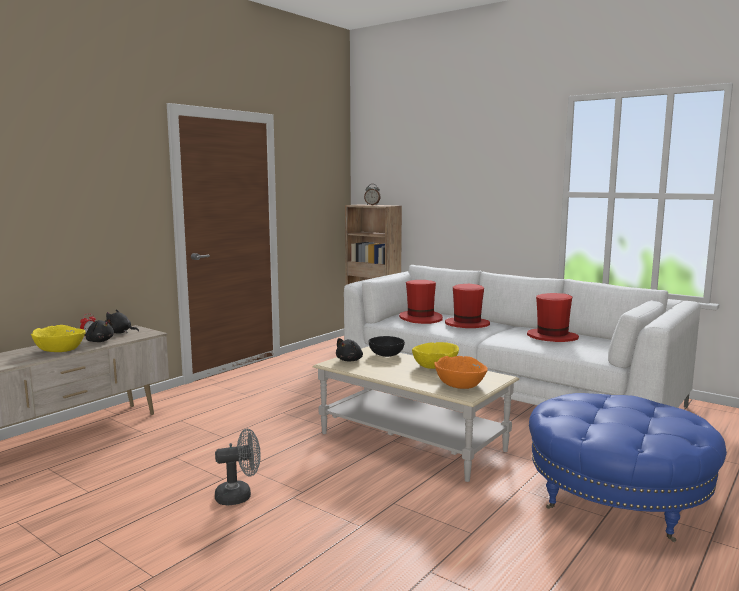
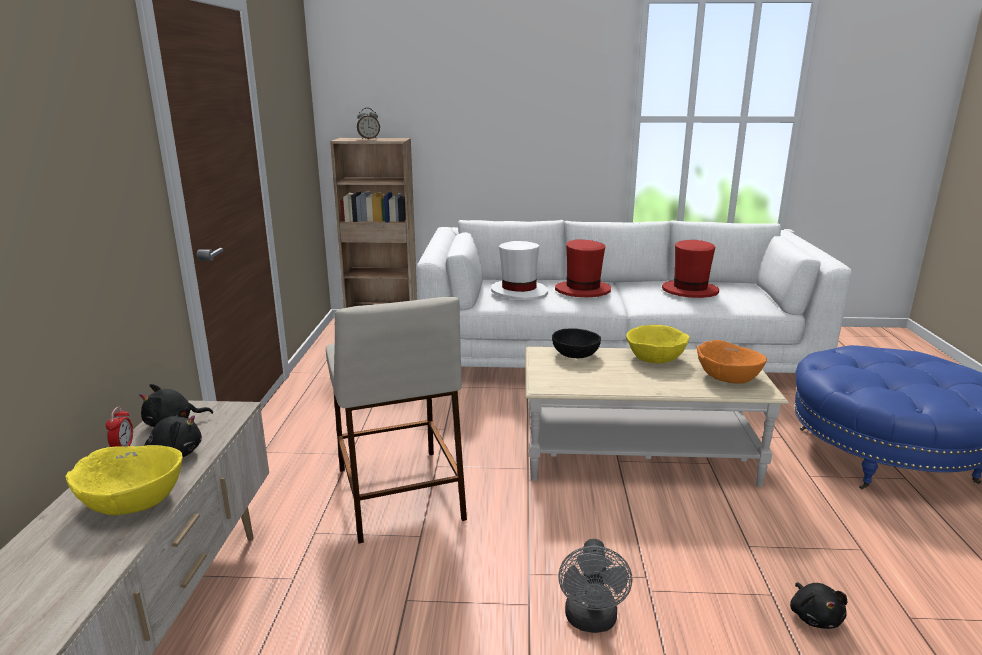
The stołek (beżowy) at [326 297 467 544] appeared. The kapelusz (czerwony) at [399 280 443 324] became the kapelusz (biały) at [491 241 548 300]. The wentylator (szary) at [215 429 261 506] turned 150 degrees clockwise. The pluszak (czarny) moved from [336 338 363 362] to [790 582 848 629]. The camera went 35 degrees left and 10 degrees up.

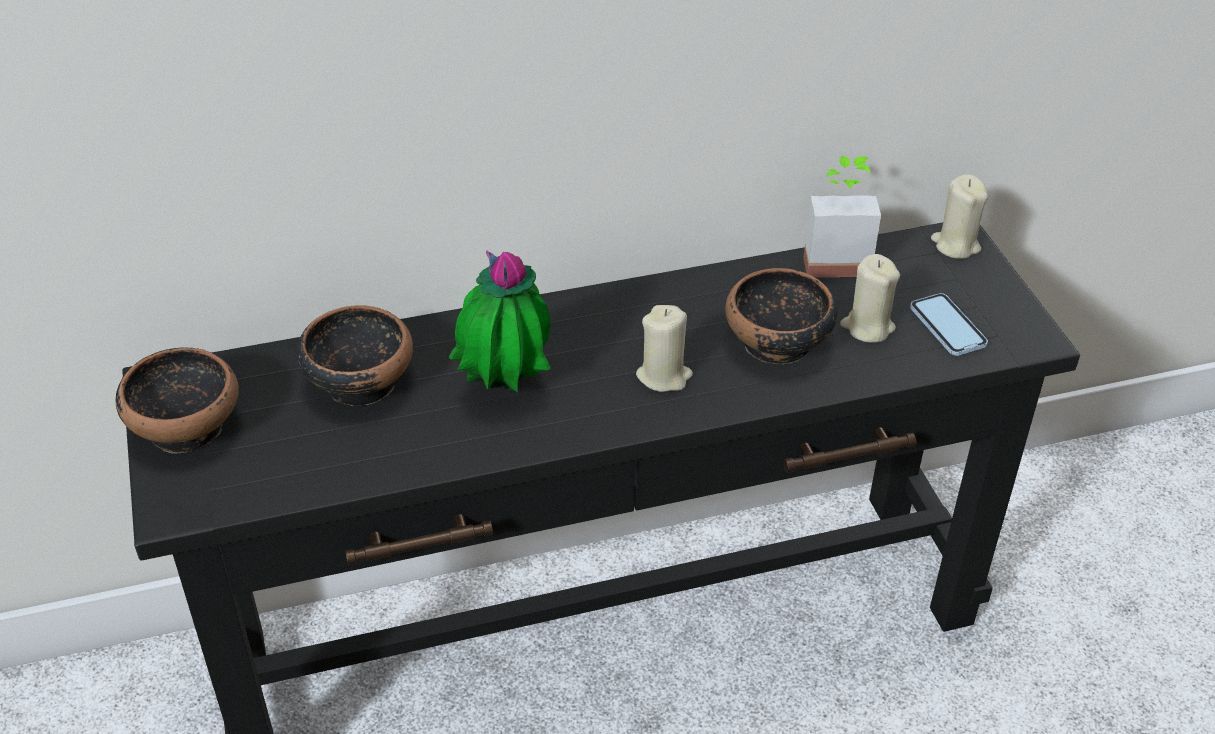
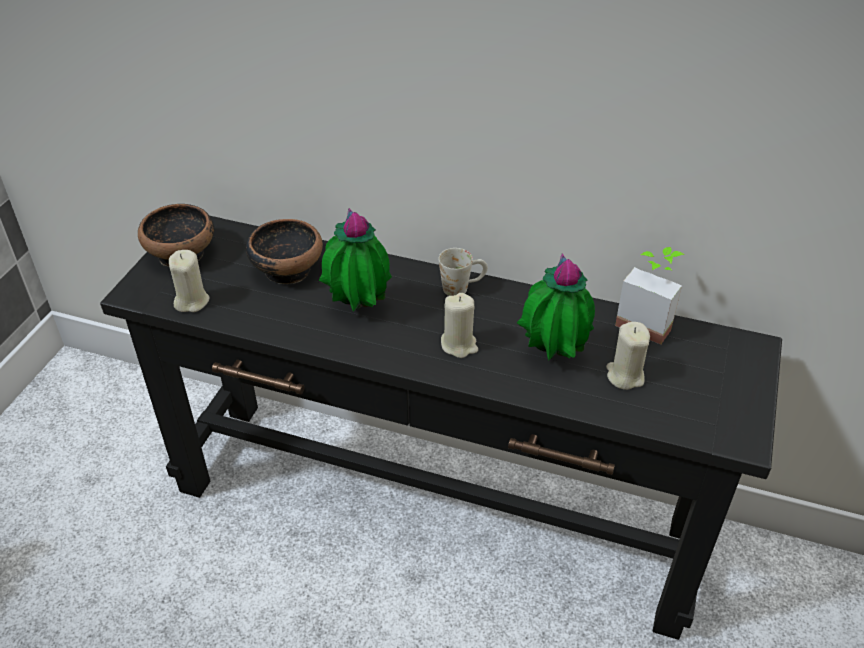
The świeca (beżowy) moved from [931 175 988 259] to [169 250 209 312]. The kubek (biały) at [438 248 488 296] appeared. The miska at [725 268 838 365] was replaced by the roślina doniczkowa at [517 254 595 361]. The telefon at [910 293 988 356] disappeared. The camera went 35 degrees right and 0 degrees up.

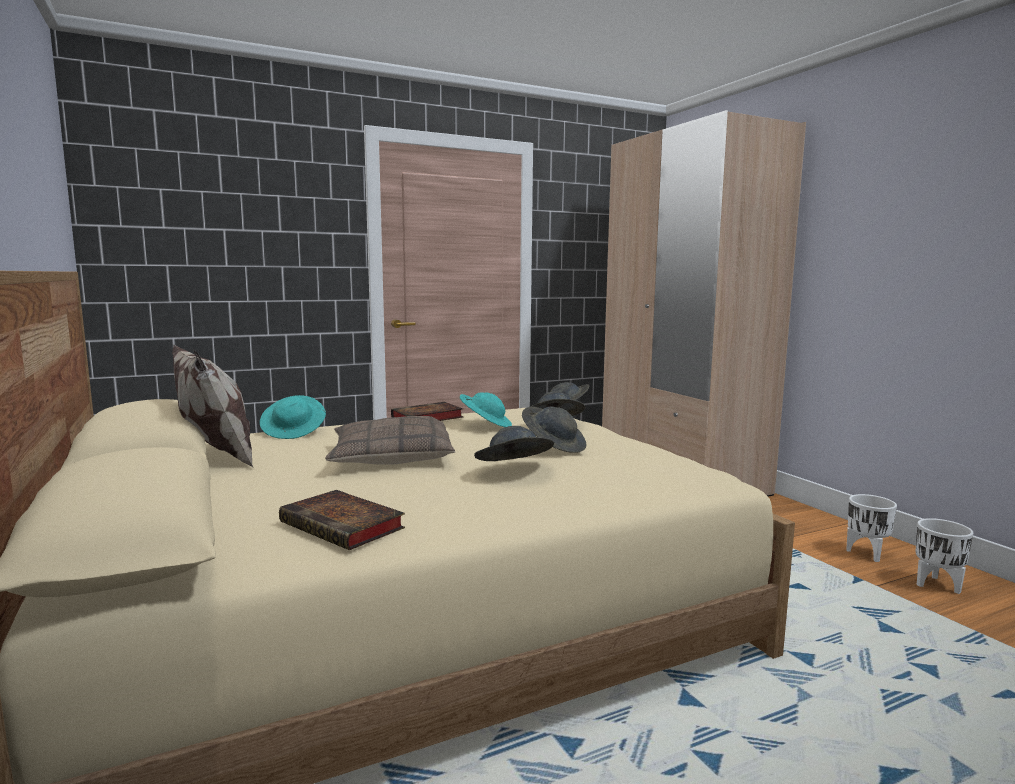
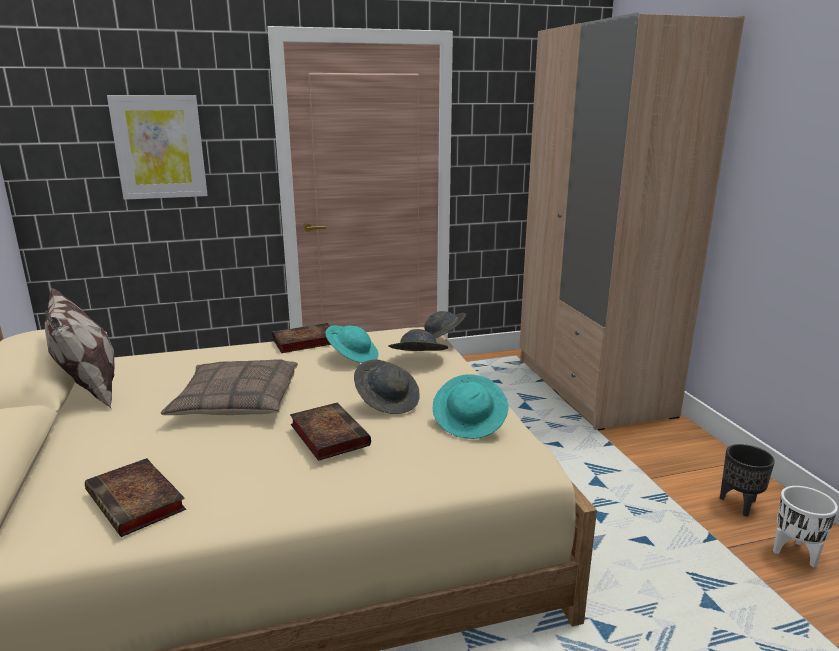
The obraz at [107 95 208 200] appeared. The kapelusz (szary) at [474 426 554 461] was replaced by the książka at [290 402 371 461]. The kapelusz (turkusowy) moved from [260 395 326 439] to [432 374 509 439]. The donica (biały) at [846 494 897 562] became the donica (czarny) at [720 444 775 516]. The camera went 10 degrees right and 10 degrees up.

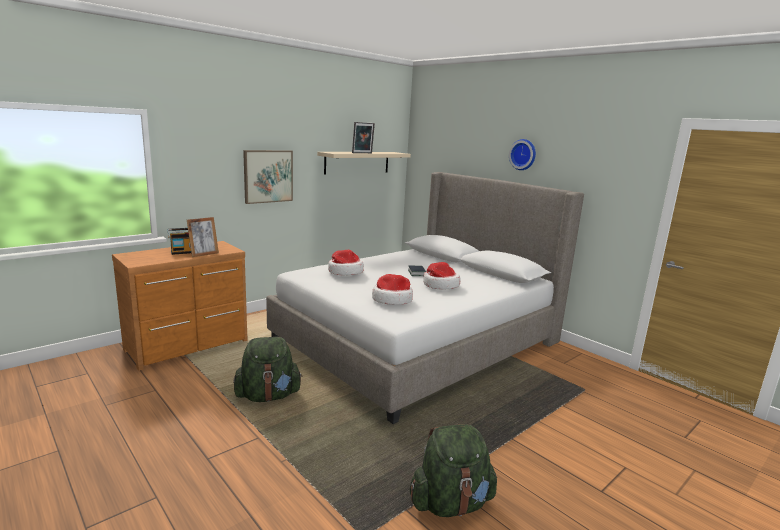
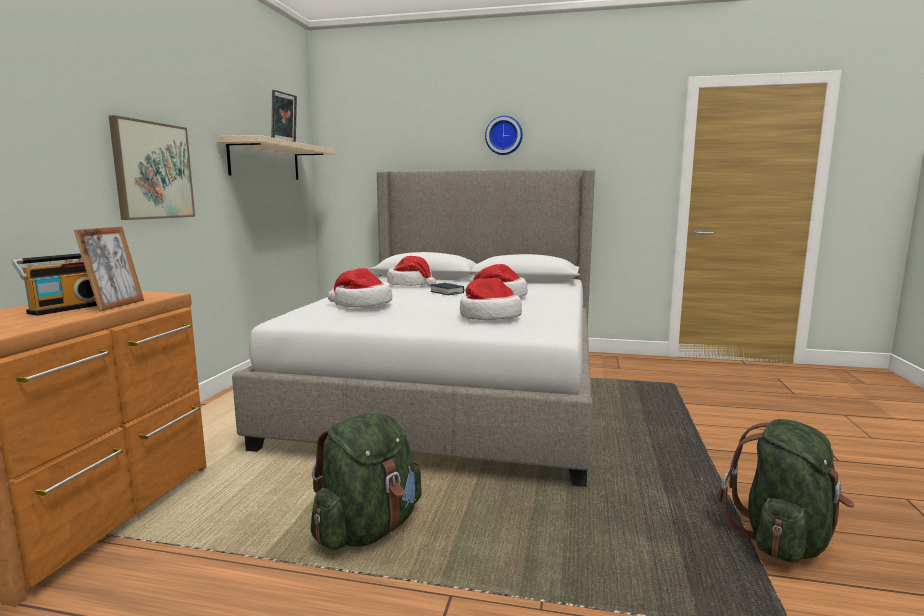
The kapelusz at [387 256 436 287] appeared. The camera went 35 degrees left and 5 degrees down.

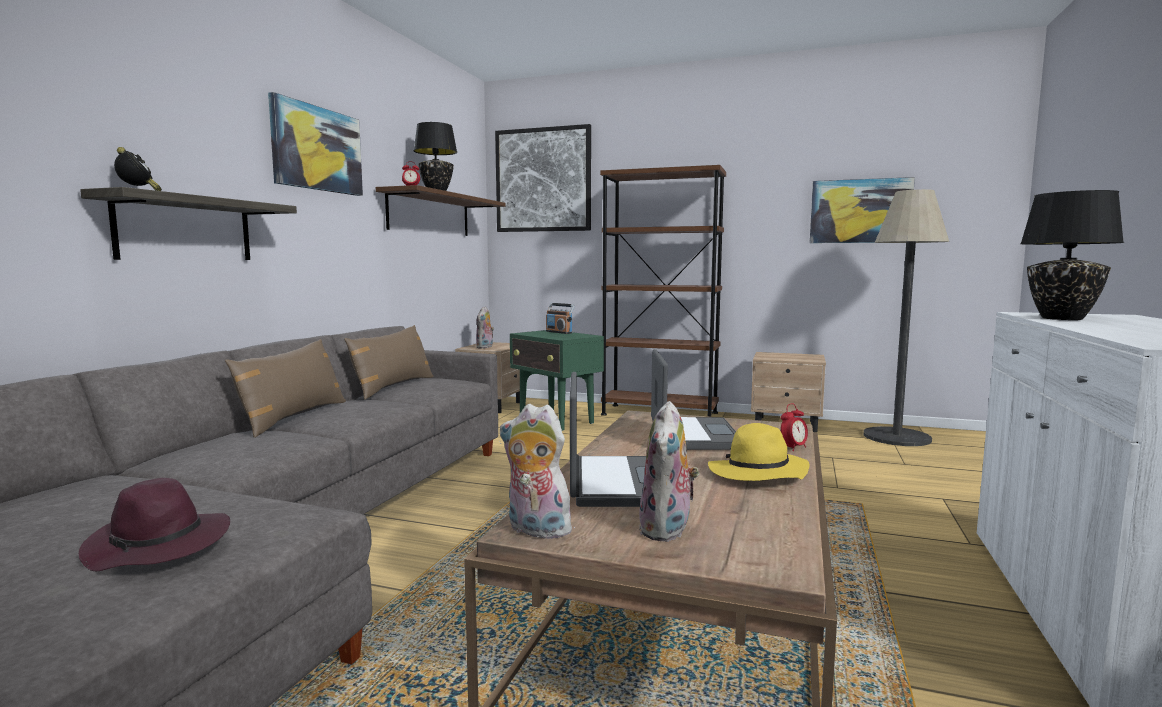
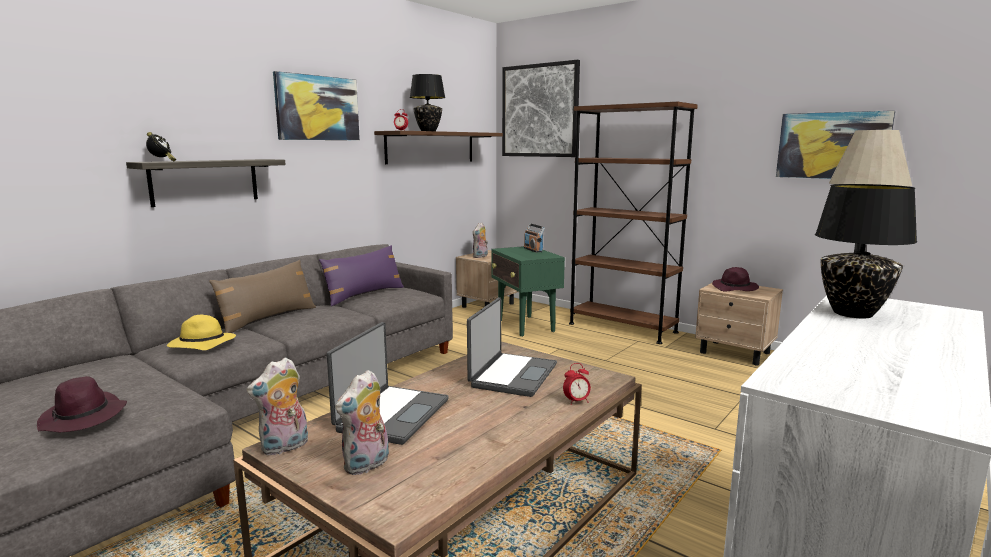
The kapelusz (żółty) moved from [708 423 810 481] to [167 315 236 350]. The pluszak at [500 404 577 539] turned 90 degrees counterclockwise. The poduszka (brązowy) at [344 325 434 400] became the poduszka (fioletowy) at [319 245 404 307]. The kapelusz (fioletowy) at [712 267 759 291] appeared. The camera went 20 degrees right and 5 degrees up.

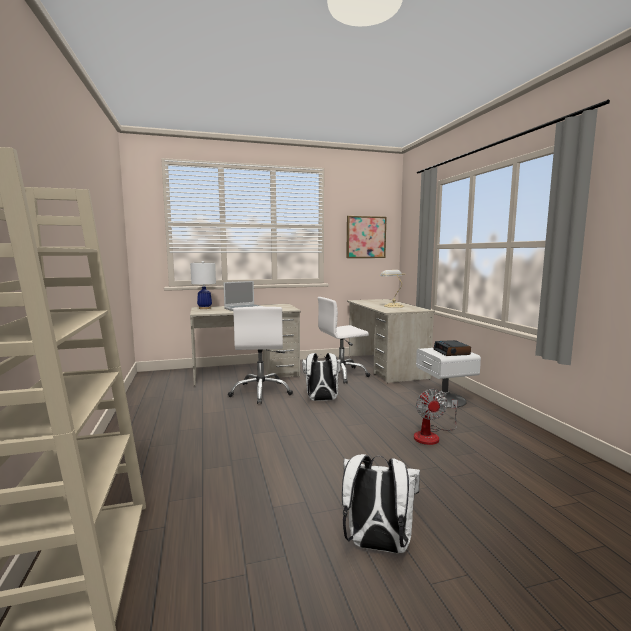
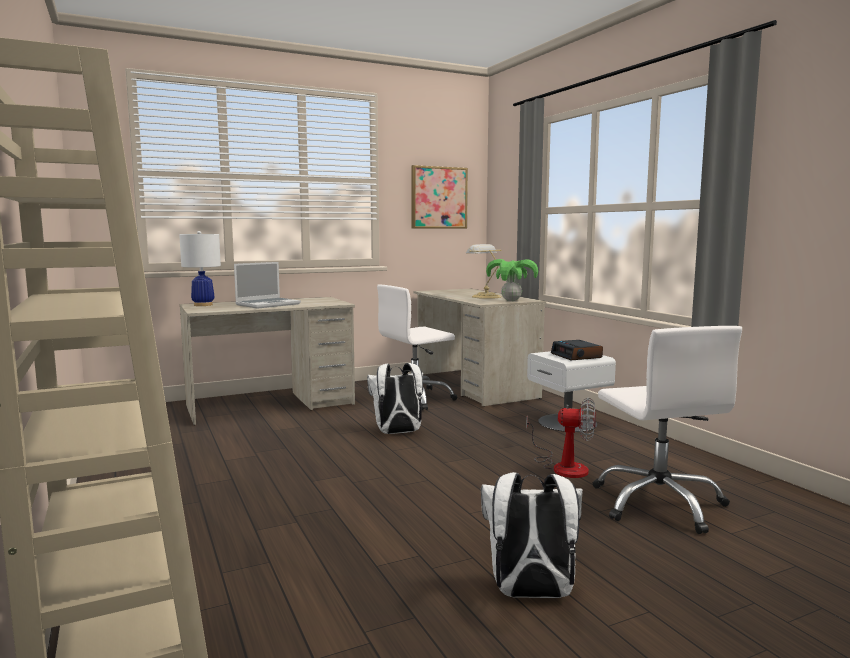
The roślina doniczkowa at [486 259 538 301] appeared. The wentylator at [414 389 457 445] turned 60 degrees counterclockwise. The krzesło biurowe (biały) moved from [228 307 293 404] to [593 326 742 534]. The camera went 10 degrees left and 0 degrees up.

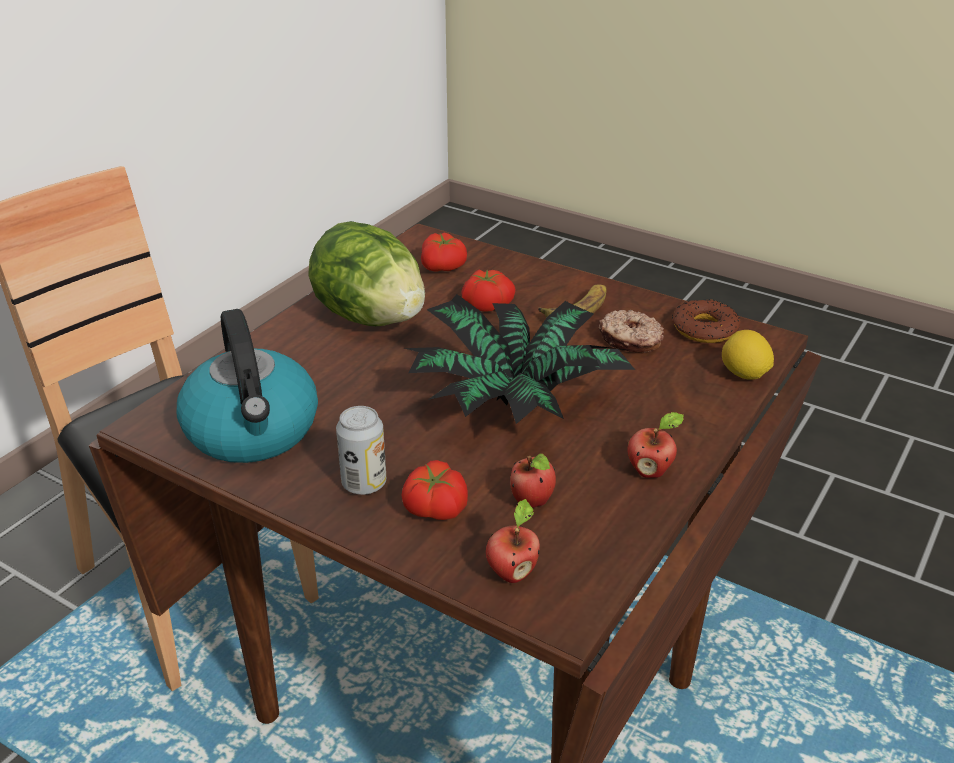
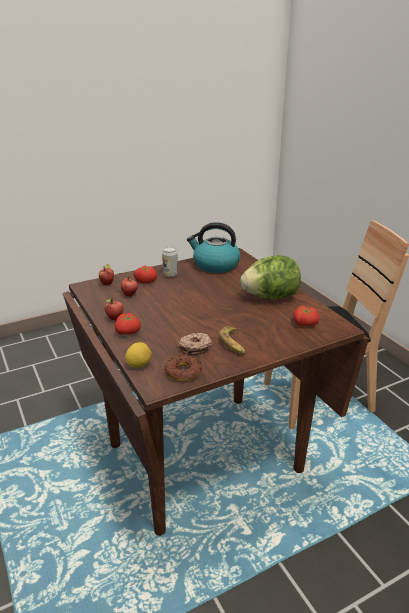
The pomidor moved from [461 270 516 312] to [115 313 141 335]. The roślina doniczkowa at [404 294 635 424] disappeared. The camera went 120 degrees right and 5 degrees down.

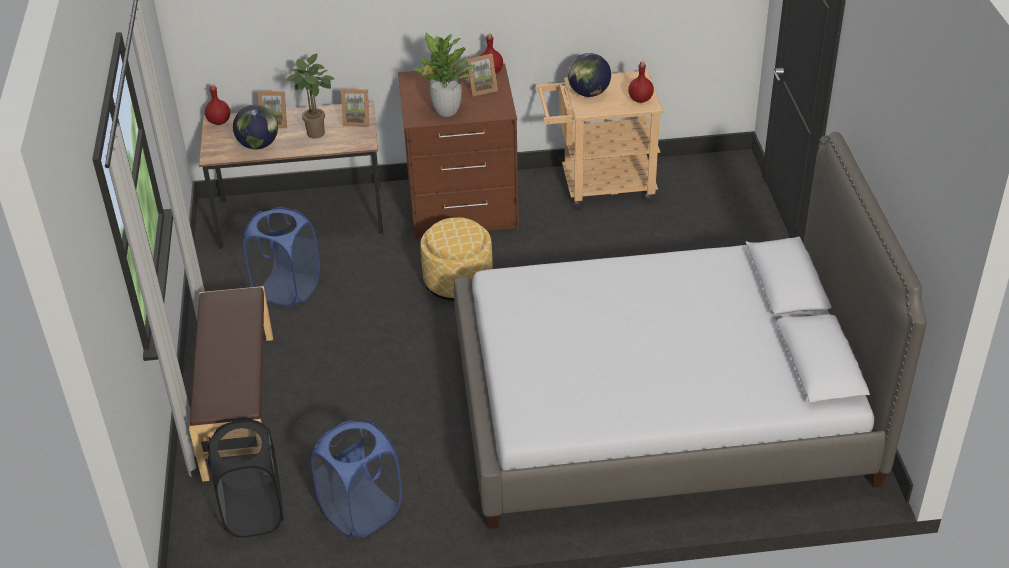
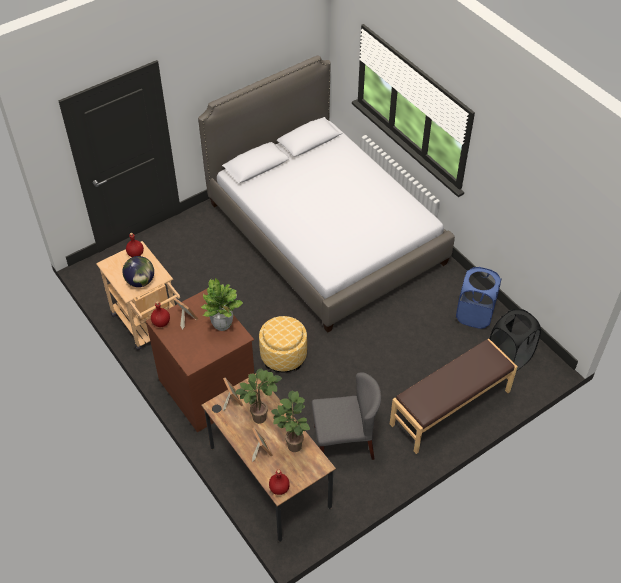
The globus at [233 105 278 149] was replaced by the roślina doniczkowa at [271 391 310 452]. The kosz na pranie (niebieski) at [244 207 320 306] was replaced by the krzesło (szary) at [312 372 381 460]. The camera went 120 degrees left and 10 degrees up.

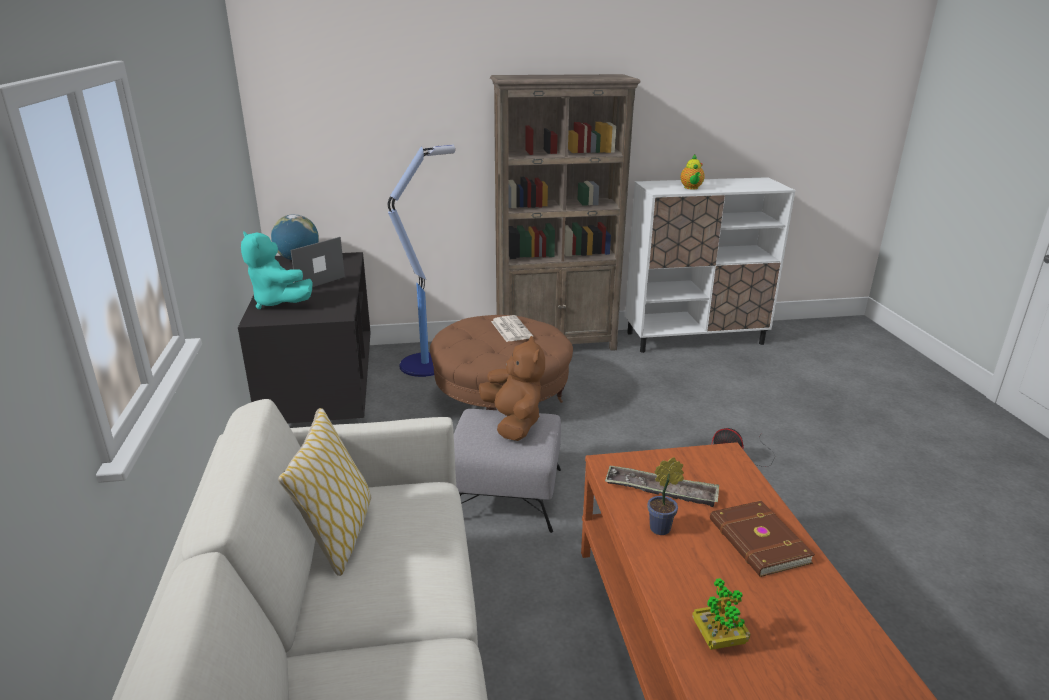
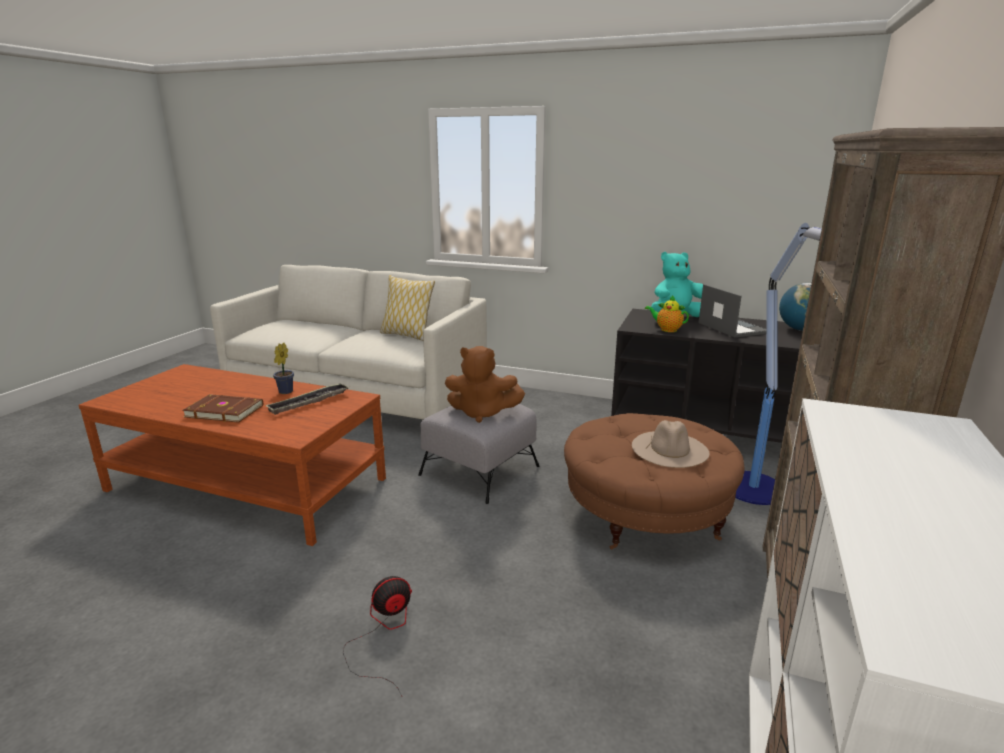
The gazeta at [491 315 533 342] was replaced by the kapelusz (beżowy) at [632 420 709 468]. The imbryk moved from [681 155 705 190] to [645 295 689 332]. The roślina doniczkowa at [692 578 750 650] disappeared. The camera went 120 degrees right and 5 degrees down.

